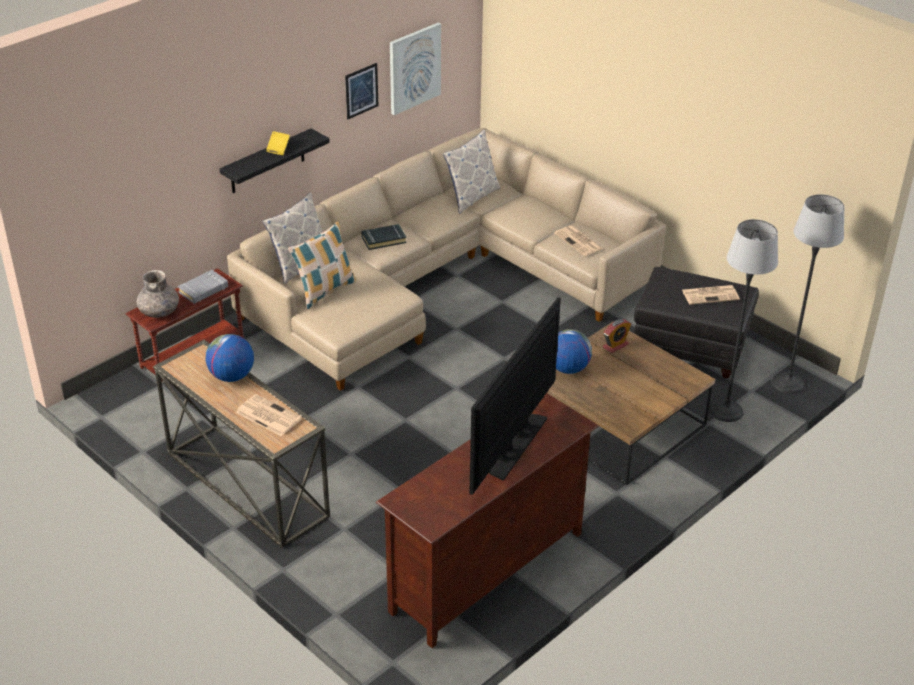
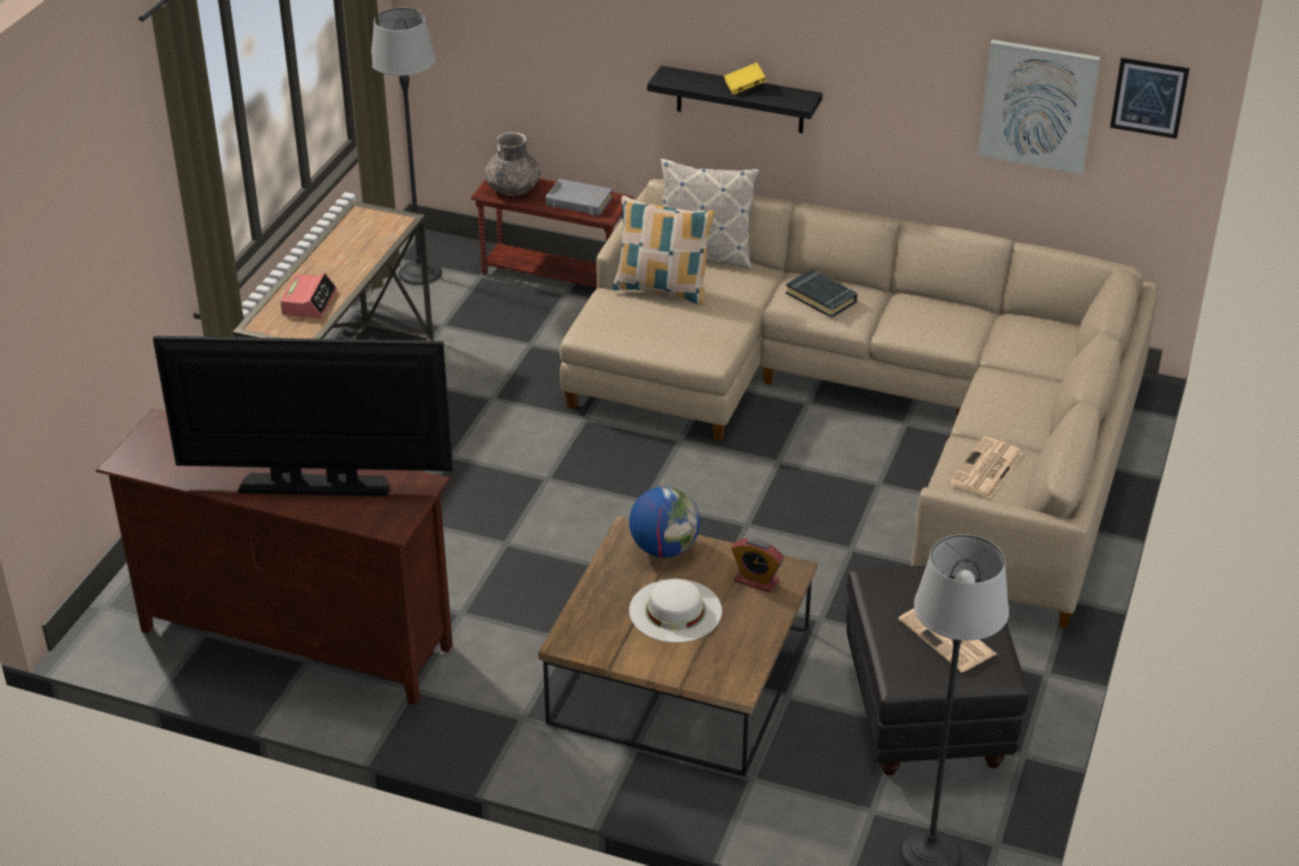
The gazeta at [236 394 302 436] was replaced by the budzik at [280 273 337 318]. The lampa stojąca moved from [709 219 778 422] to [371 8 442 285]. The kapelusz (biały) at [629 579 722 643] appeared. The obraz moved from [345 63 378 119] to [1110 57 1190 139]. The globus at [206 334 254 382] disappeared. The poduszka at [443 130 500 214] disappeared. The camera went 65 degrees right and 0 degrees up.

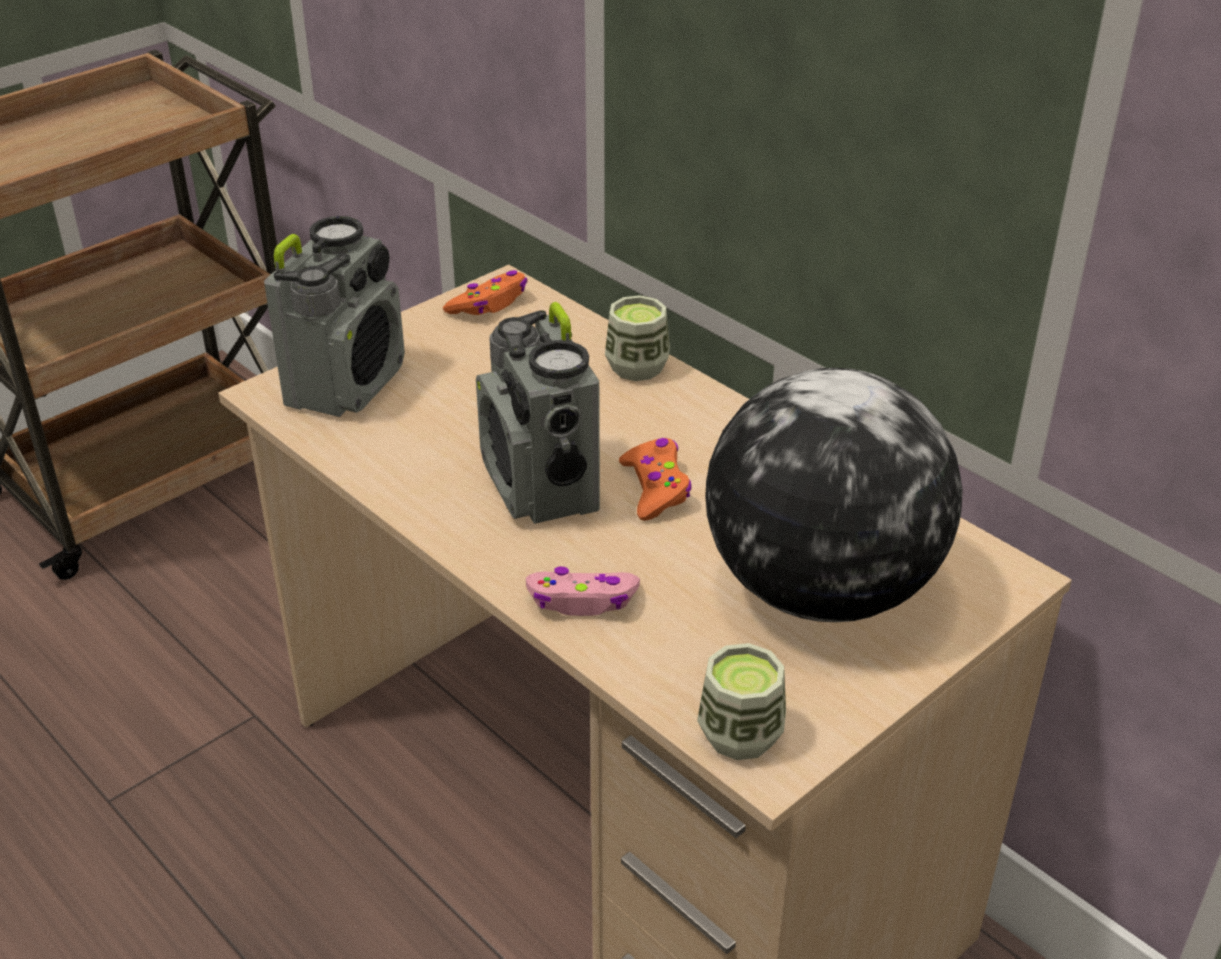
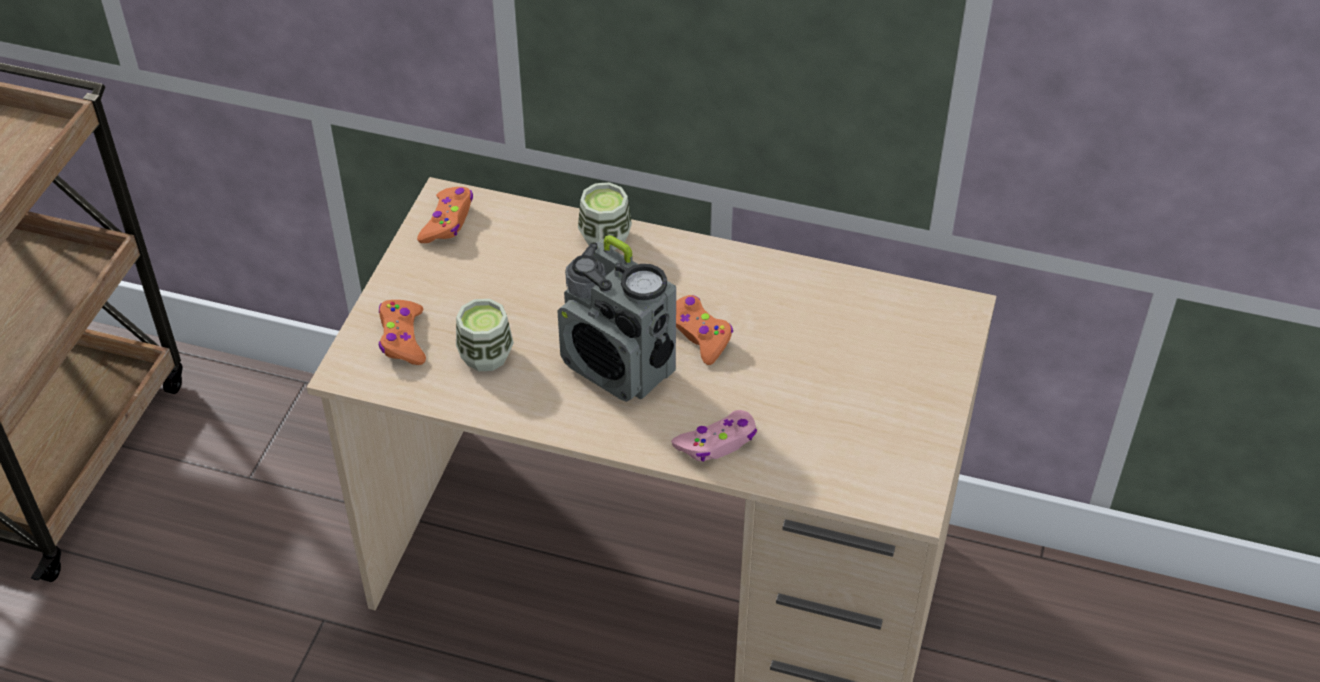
The radio at [264 216 405 417] was replaced by the pad do gier (pomarańczowy) at [379 300 426 365]. The filiżanka moved from [697 643 786 760] to [456 299 514 371]. The globus at [705 368 963 622] disappeared. The camera went 30 degrees left and 10 degrees up.

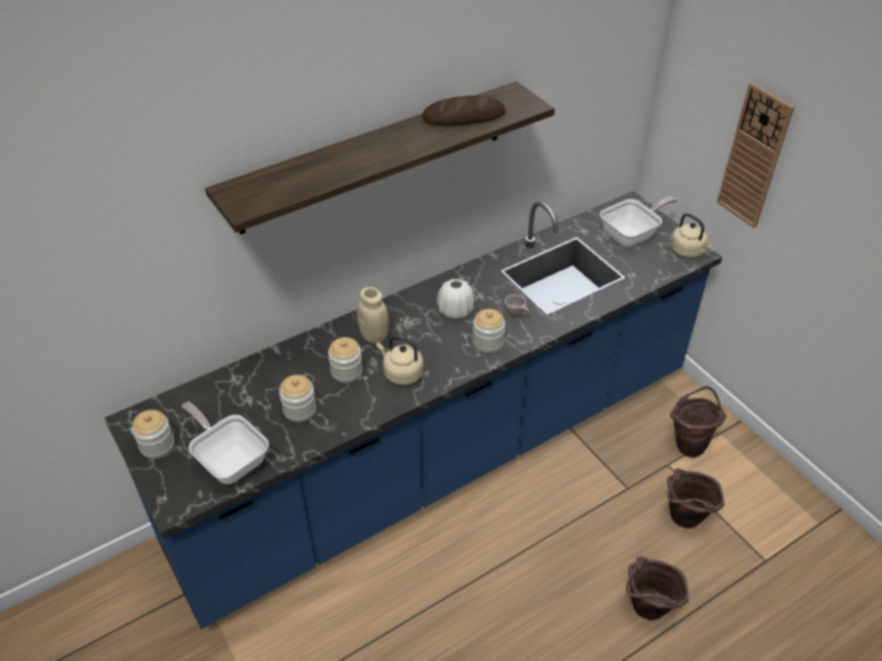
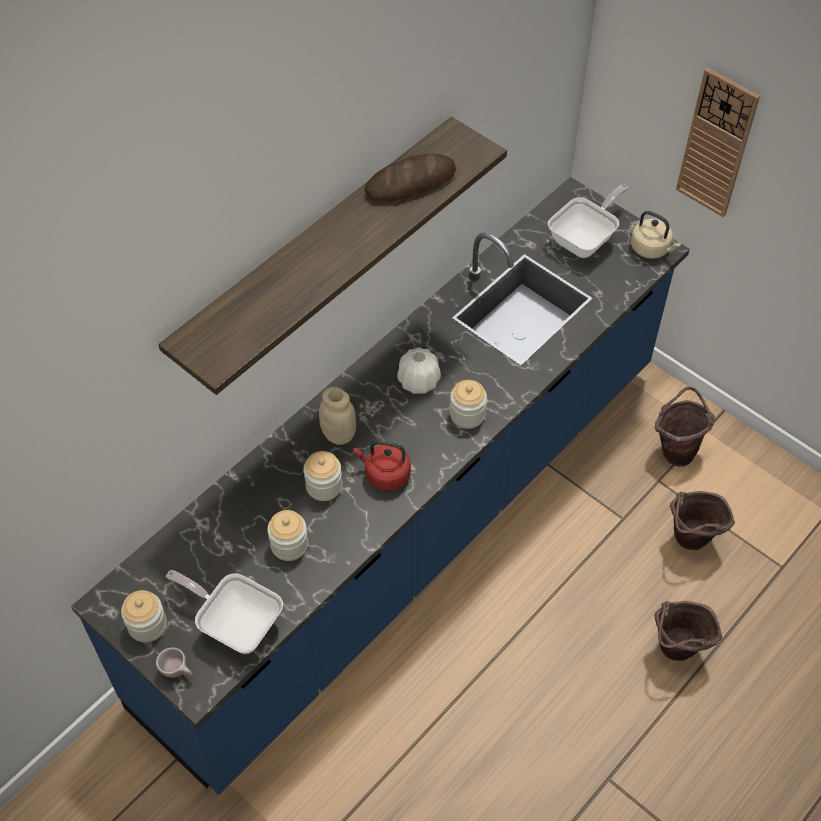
The filiżanka (beżowy) moved from [504 294 530 317] to [156 647 193 678]. The czajnik (beżowy) at [376 336 423 385] became the czajnik (czerwony) at [354 440 411 491]. The camera went 15 degrees left and 10 degrees up.

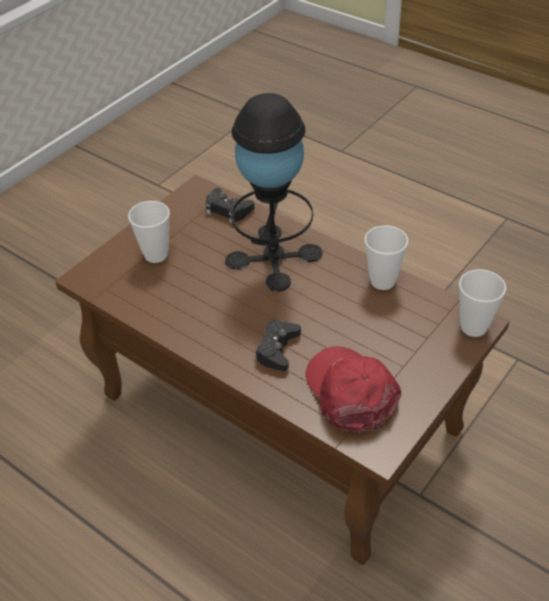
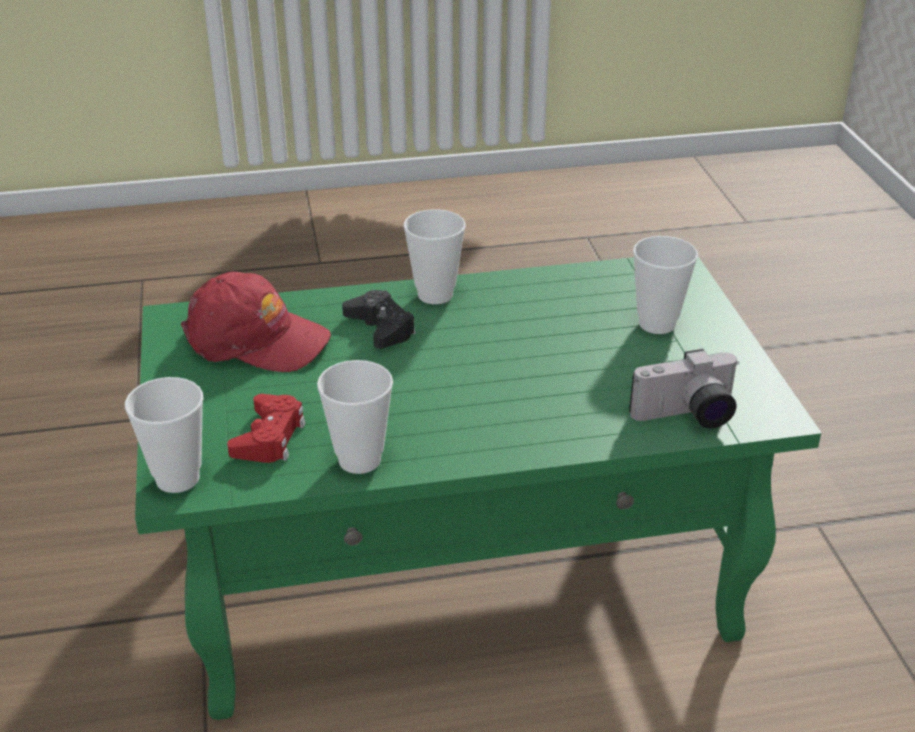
The ława (brązowy) at [55 175 510 565] became the ława (zielony) at [135 257 821 720]. The pad do gier (czerwony) at [227 394 306 463] appeared. The filiżanka at [404 209 466 304] appeared. The pad do gier (czarny) at [206 188 254 223] was replaced by the aparat fotograficzny at [629 349 739 429]. The lampa stołowa (czarny) at [225 93 322 292] disappeared. The camera went 130 degrees right and 10 degrees down.

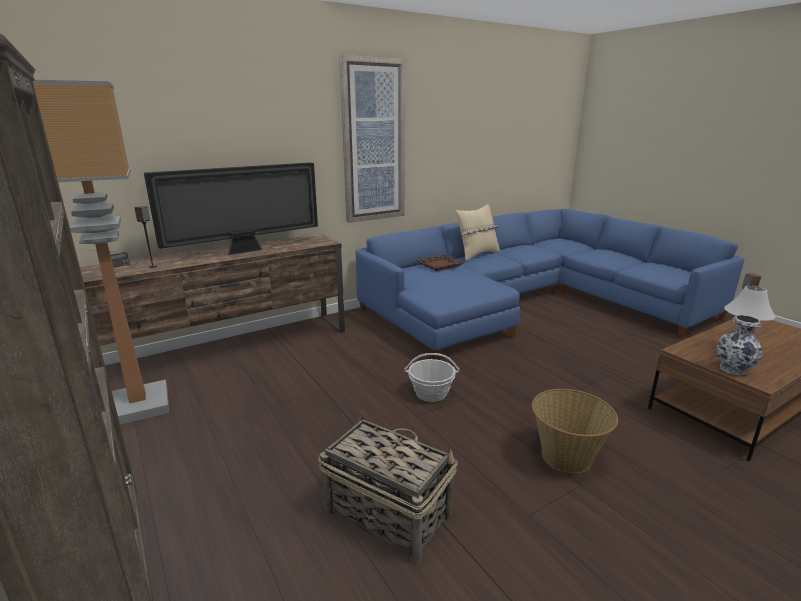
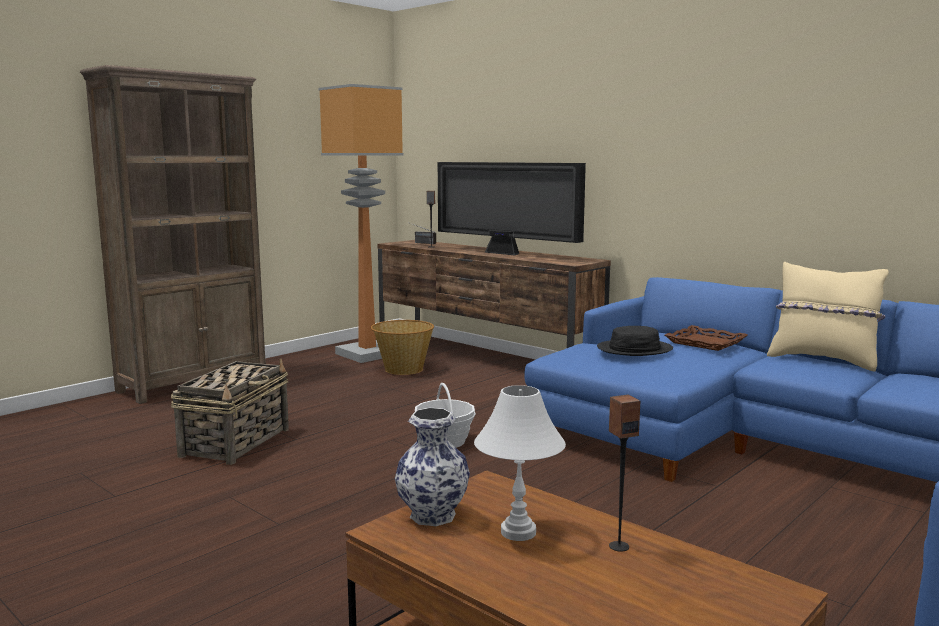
The koszyk moved from [532 389 618 473] to [371 320 434 375]. The kapelusz (czarny) at [597 326 673 356] appeared. The obraz at [340 55 405 223] disappeared. The camera went 75 degrees right and 10 degrees down.

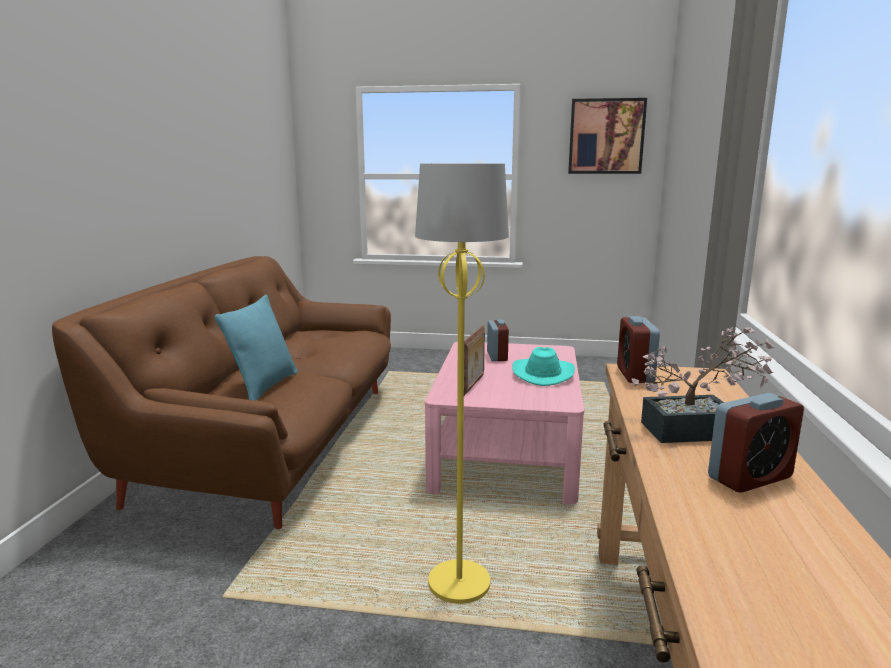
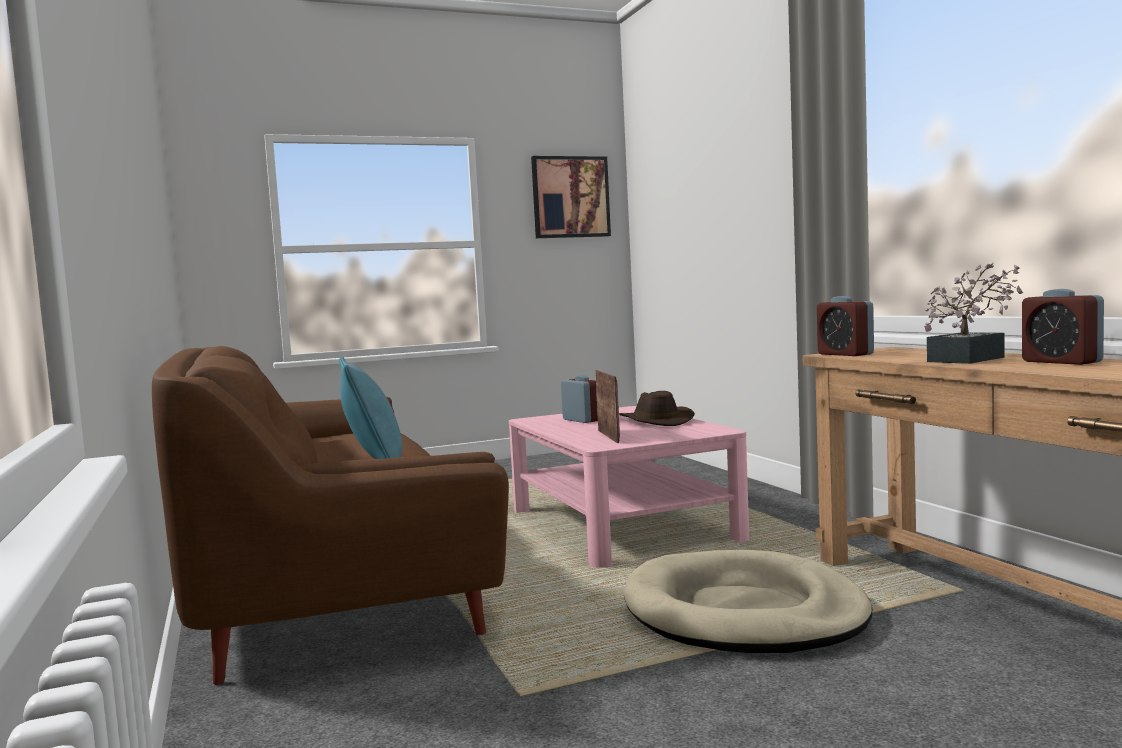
The kapelusz (turkusowy) at [512 347 575 386] became the kapelusz (brązowy) at [619 391 695 426]. The lampa stojąca (żółty) at [415 163 509 604] was replaced by the legowisko (beżowy) at [624 550 872 653]. The budzik at [708 393 804 493] turned 120 degrees clockwise. The camera went 30 degrees left and 10 degrees down.

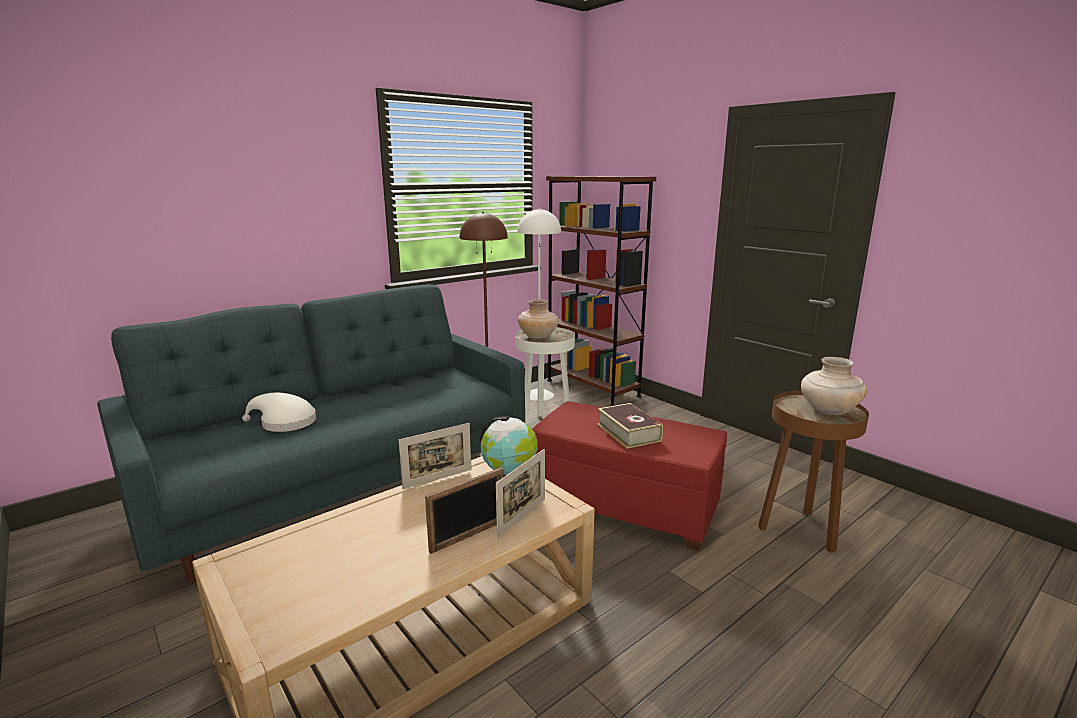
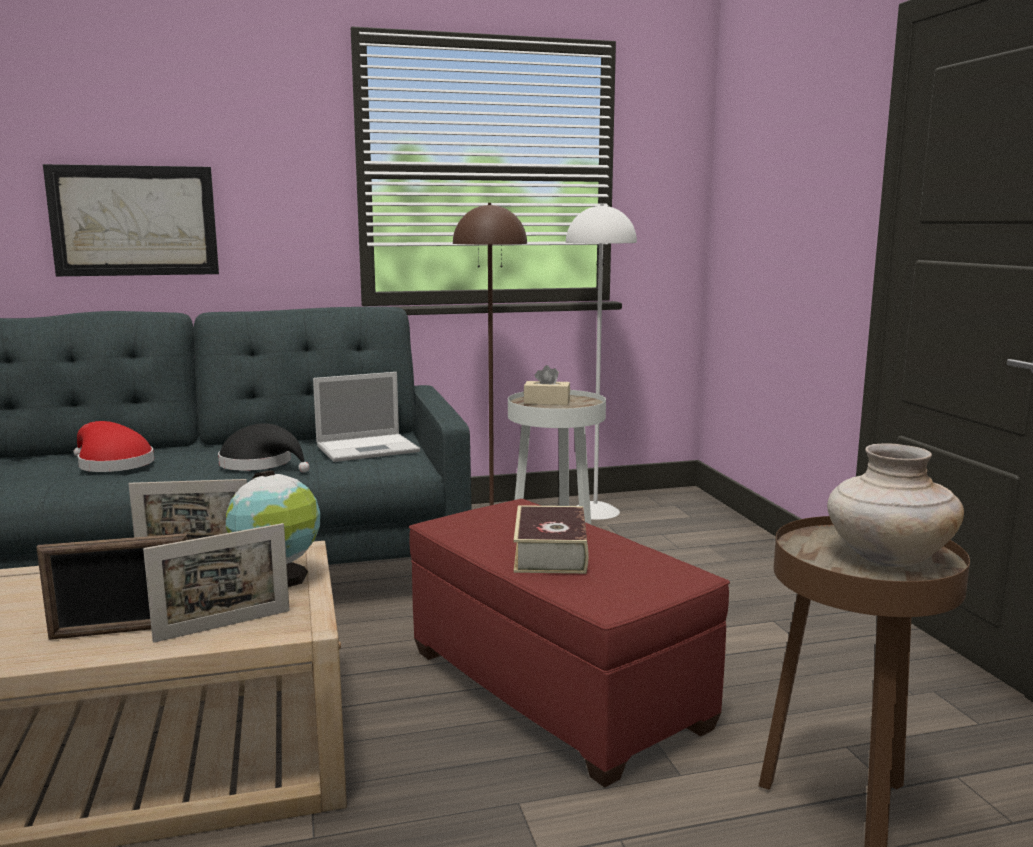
The obraz at [43 164 219 276] appeared. The kapelusz (biały) at [242 393 316 432] became the kapelusz (czerwony) at [73 421 154 472]. The kapelusz (czarny) at [218 423 310 472] appeared. The laptop at [313 372 420 462] appeared. The wazon (beżowy) at [518 299 559 339] was replaced by the pudełko chusteczek (beżowy) at [524 365 570 405]. The regał (brązowy) at [546 176 656 406] disappeared. The camera went 25 degrees right and 5 degrees down.

